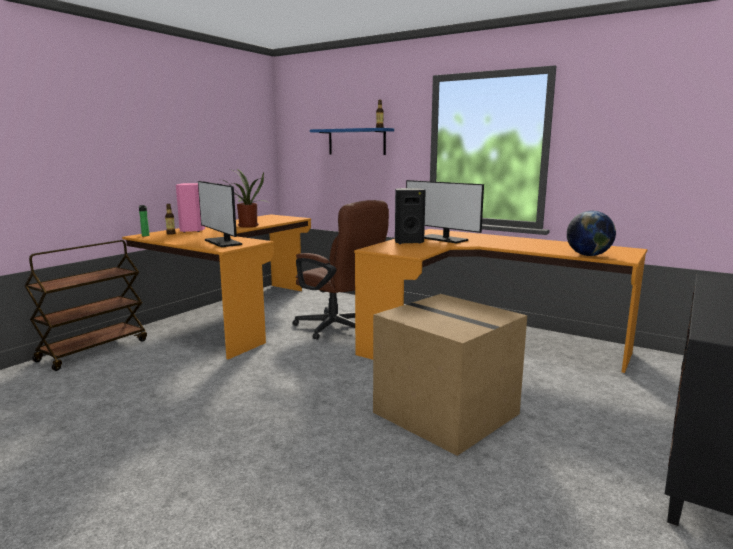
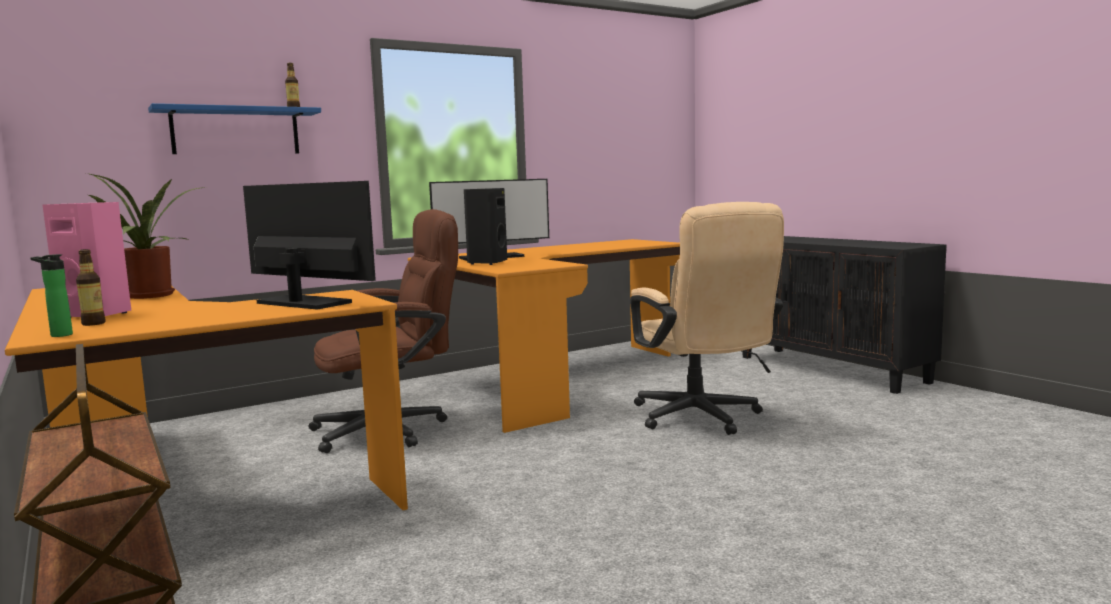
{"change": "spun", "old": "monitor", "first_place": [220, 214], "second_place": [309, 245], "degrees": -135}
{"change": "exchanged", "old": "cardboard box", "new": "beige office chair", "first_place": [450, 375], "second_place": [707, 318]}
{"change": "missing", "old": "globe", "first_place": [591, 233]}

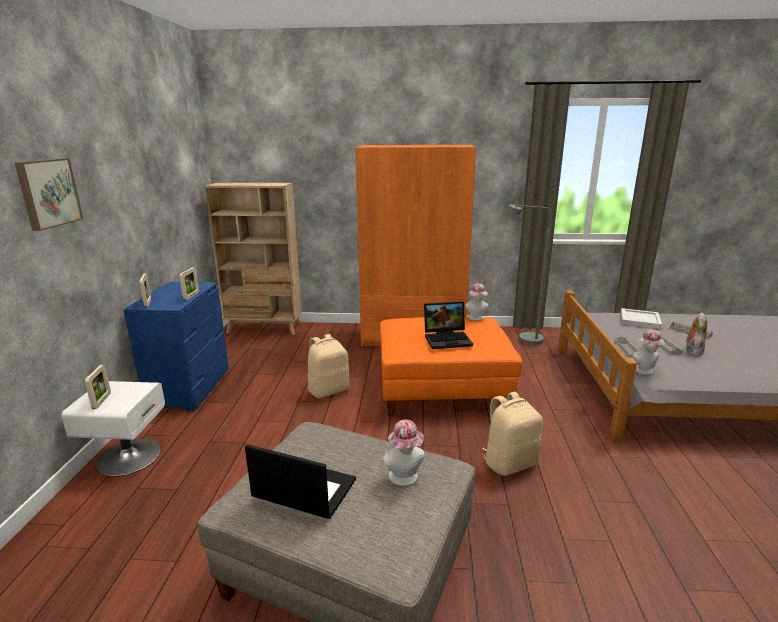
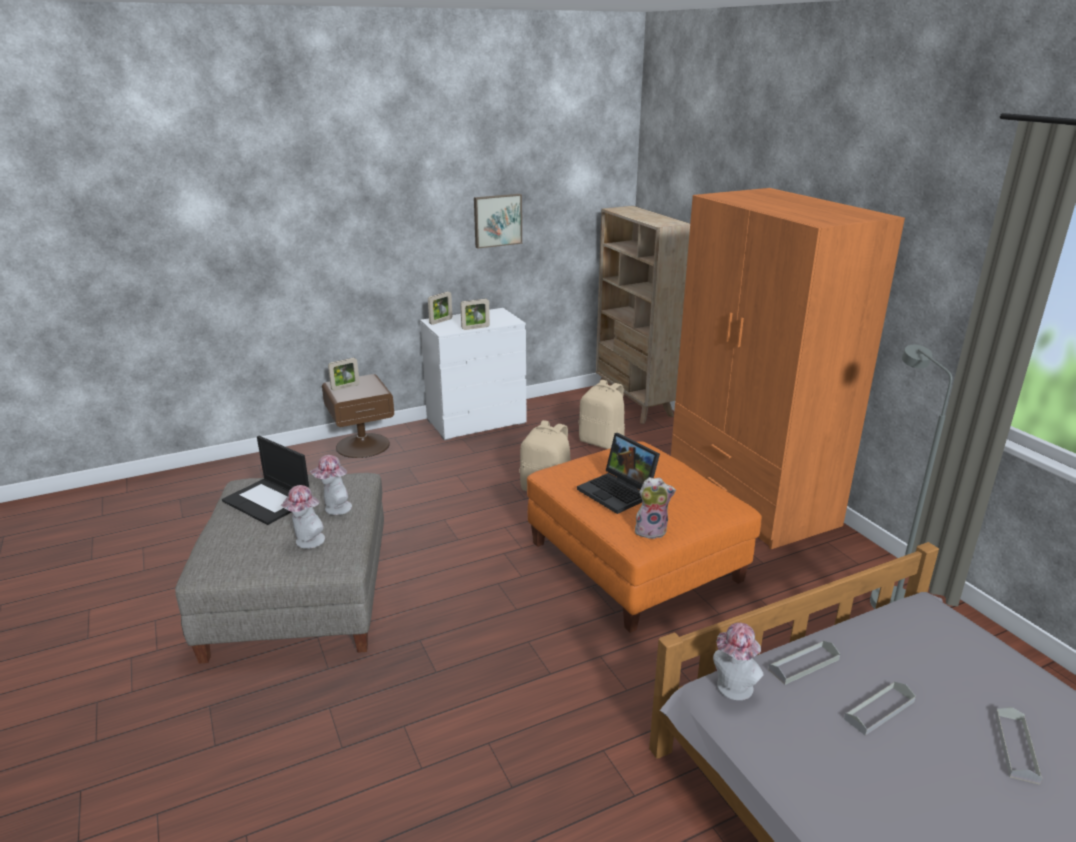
{"change": "spun", "old": "laptop", "first_place": [300, 481], "second_place": [265, 480], "degrees": 135}
{"change": "relocated", "old": "hat", "first_place": [476, 302], "second_place": [331, 485]}
{"change": "colour", "old": "white nightstand", "new": "brown nightstand", "first_place": [113, 429], "second_place": [358, 416]}
{"change": "colour", "old": "blue dresser", "new": "white dresser", "first_place": [176, 346], "second_place": [473, 374]}
{"change": "relocated", "old": "picture", "first_place": [49, 194], "second_place": [498, 221]}
{"change": "relocated", "old": "beige backpack", "first_place": [512, 434], "second_place": [602, 414]}
{"change": "relocated", "old": "plush toy", "first_place": [696, 334], "second_place": [655, 508]}
{"change": "missing", "old": "white tray", "first_place": [641, 318]}

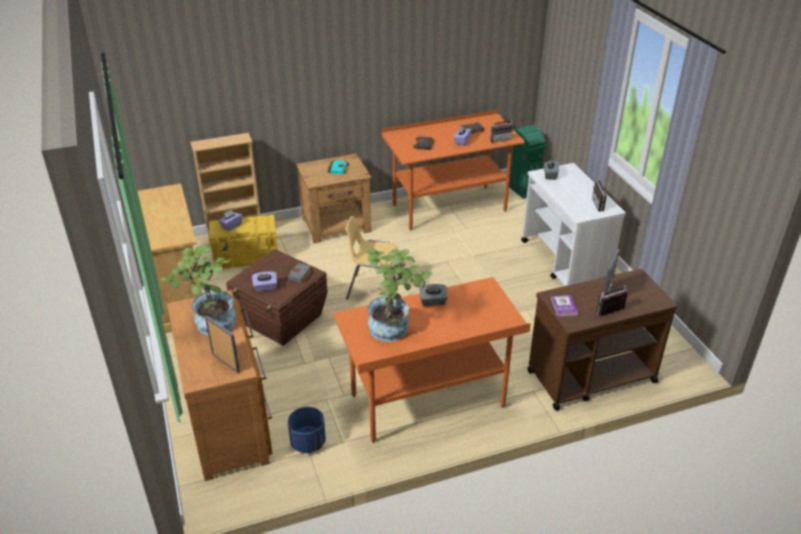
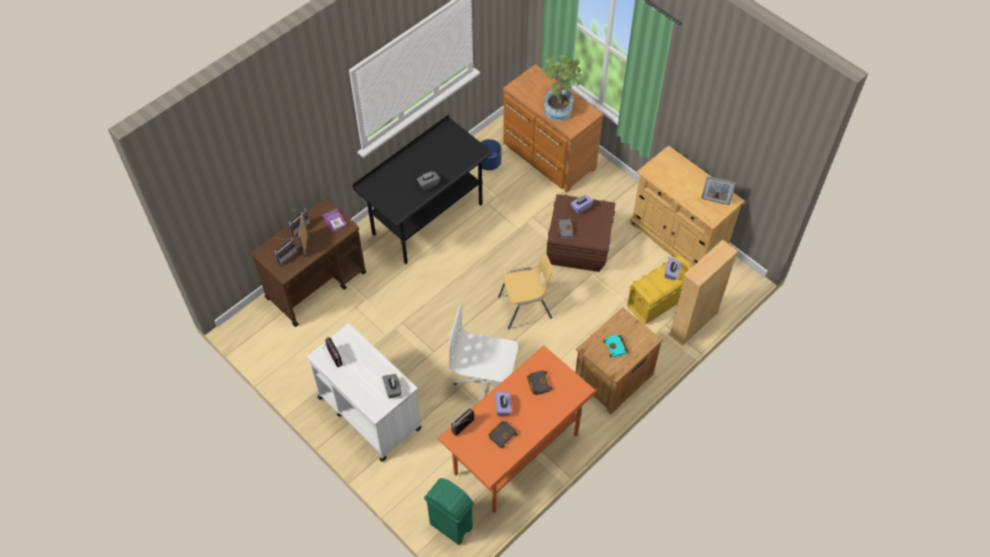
{"change": "appeared", "new": "radio", "second_place": [285, 251]}
{"change": "colour", "old": "orange desk", "new": "black desk", "first_place": [432, 360], "second_place": [422, 189]}
{"change": "appeared", "new": "white office chair", "second_place": [483, 354]}
{"change": "relocated", "old": "picture frame", "first_place": [222, 344], "second_place": [718, 190]}
{"change": "missing", "old": "potted plant", "first_place": [399, 295]}

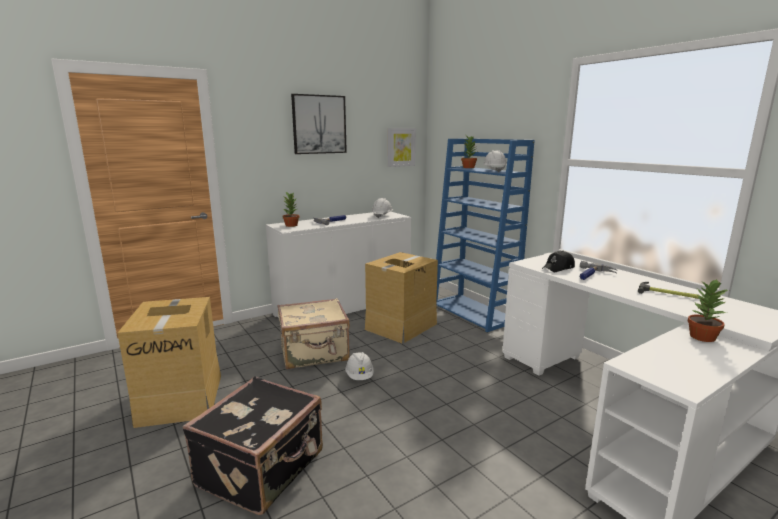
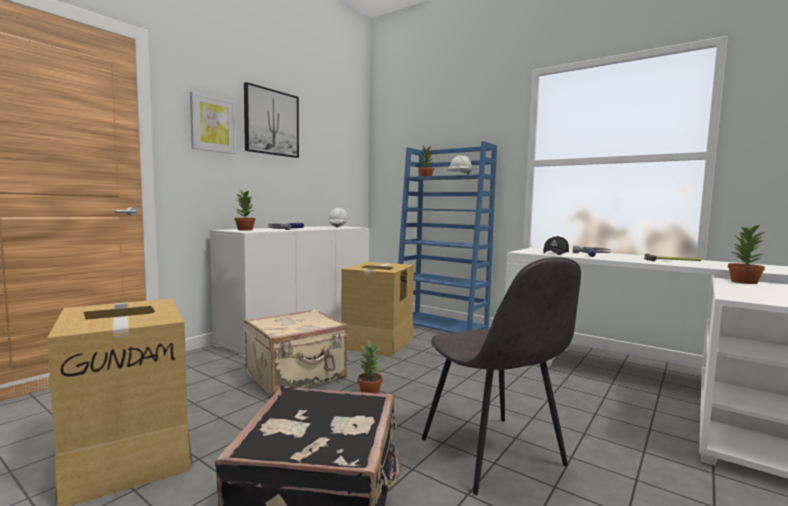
{"change": "relocated", "old": "picture", "first_place": [402, 147], "second_place": [213, 123]}
{"change": "exchanged", "old": "white hard hat", "new": "potted plant", "first_place": [359, 366], "second_place": [370, 366]}
{"change": "appeared", "new": "grey chair", "second_place": [501, 376]}

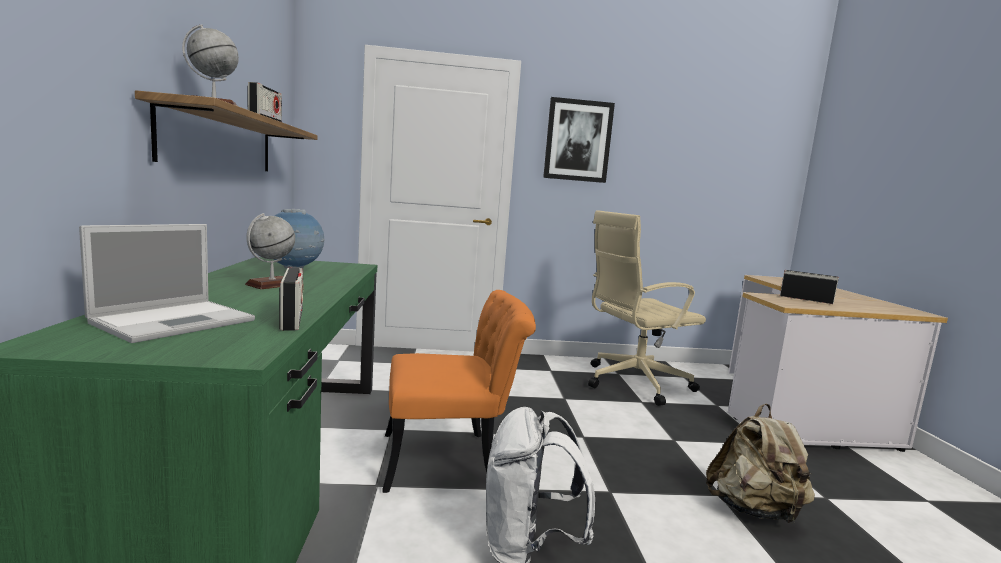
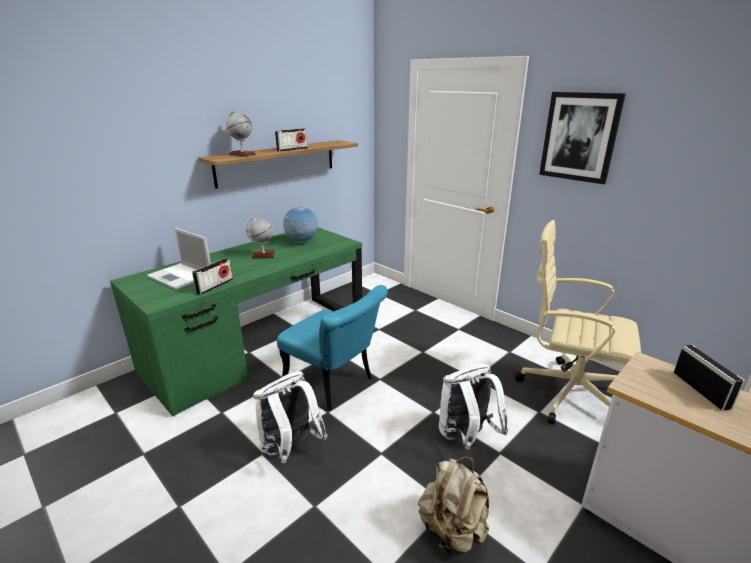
{"change": "spun", "old": "laptop", "first_place": [167, 283], "second_place": [179, 259], "degrees": 45}
{"change": "colour", "old": "orange chair", "new": "turquoise chair", "first_place": [459, 391], "second_place": [332, 347]}
{"change": "appeared", "new": "white backpack", "second_place": [473, 406]}

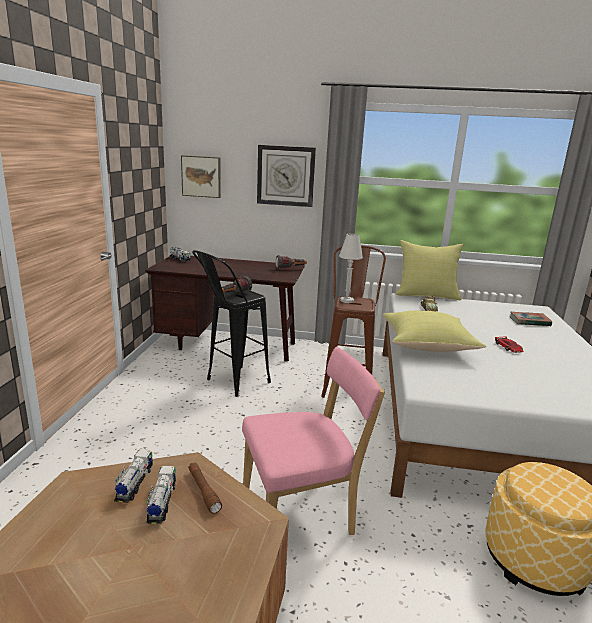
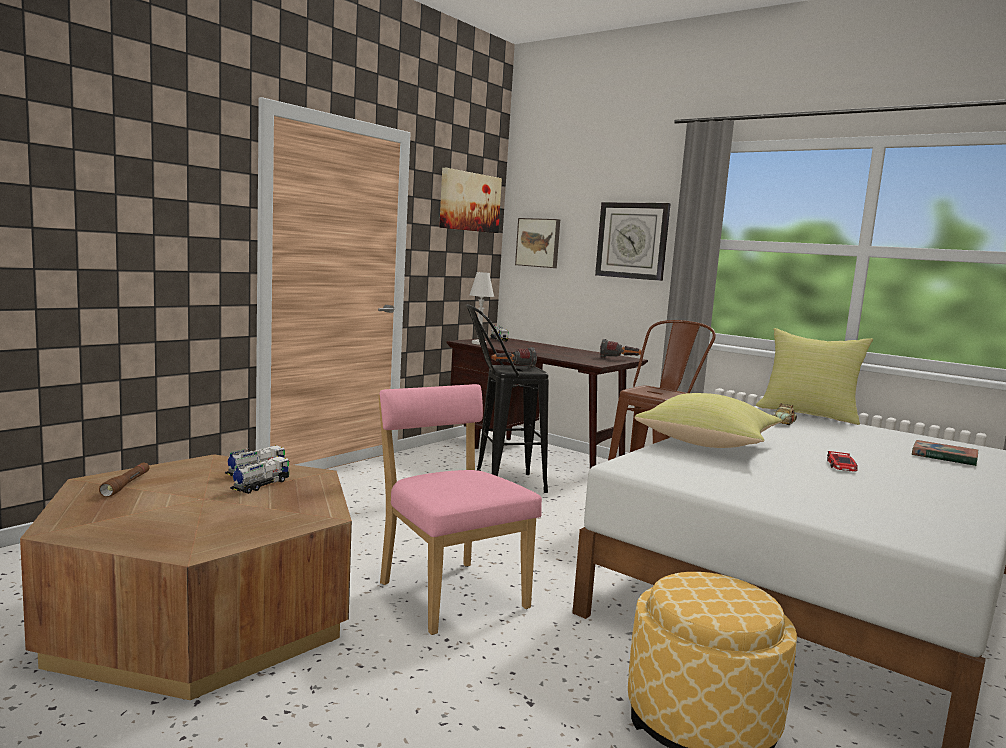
{"change": "relocated", "old": "brown flashlight", "first_place": [205, 488], "second_place": [124, 480]}
{"change": "spun", "old": "pink chair", "first_place": [313, 441], "second_place": [460, 509], "degrees": -135}
{"change": "appeared", "new": "picture", "second_place": [470, 200]}
{"change": "relocated", "old": "white table lamp", "first_place": [351, 268], "second_place": [481, 308]}

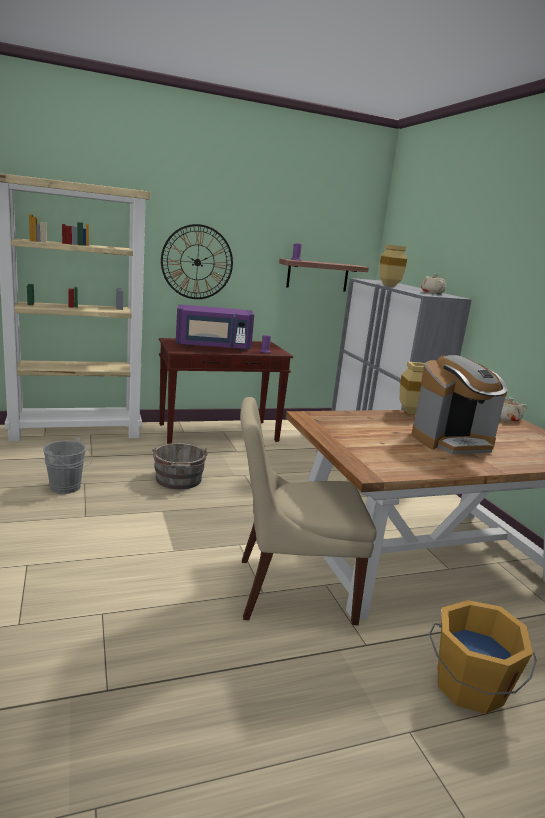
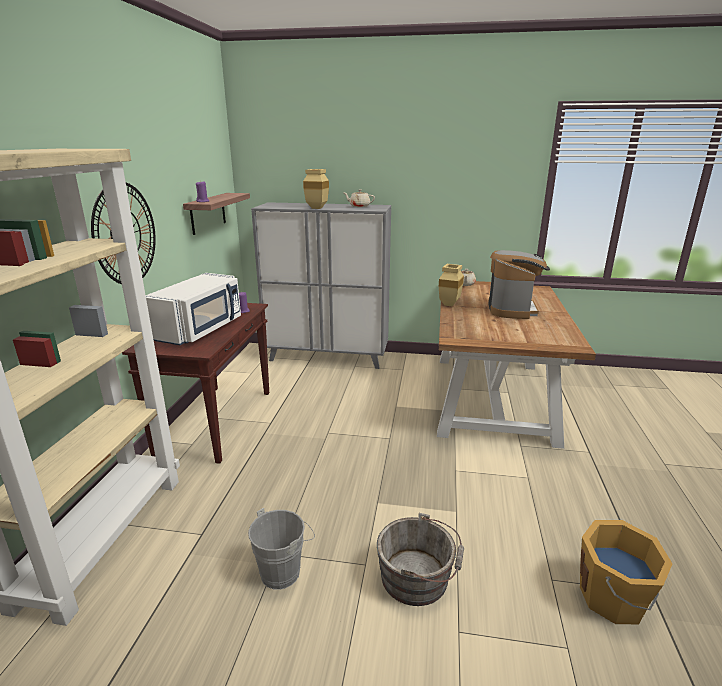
{"change": "colour", "old": "purple microwave", "new": "white microwave", "first_place": [215, 327], "second_place": [193, 309]}
{"change": "relocated", "old": "grey bucket", "first_place": [180, 466], "second_place": [420, 559]}
{"change": "relocated", "old": "orange bucket", "first_place": [483, 657], "second_place": [626, 572]}
{"change": "missing", "old": "beige chair", "first_place": [308, 511]}

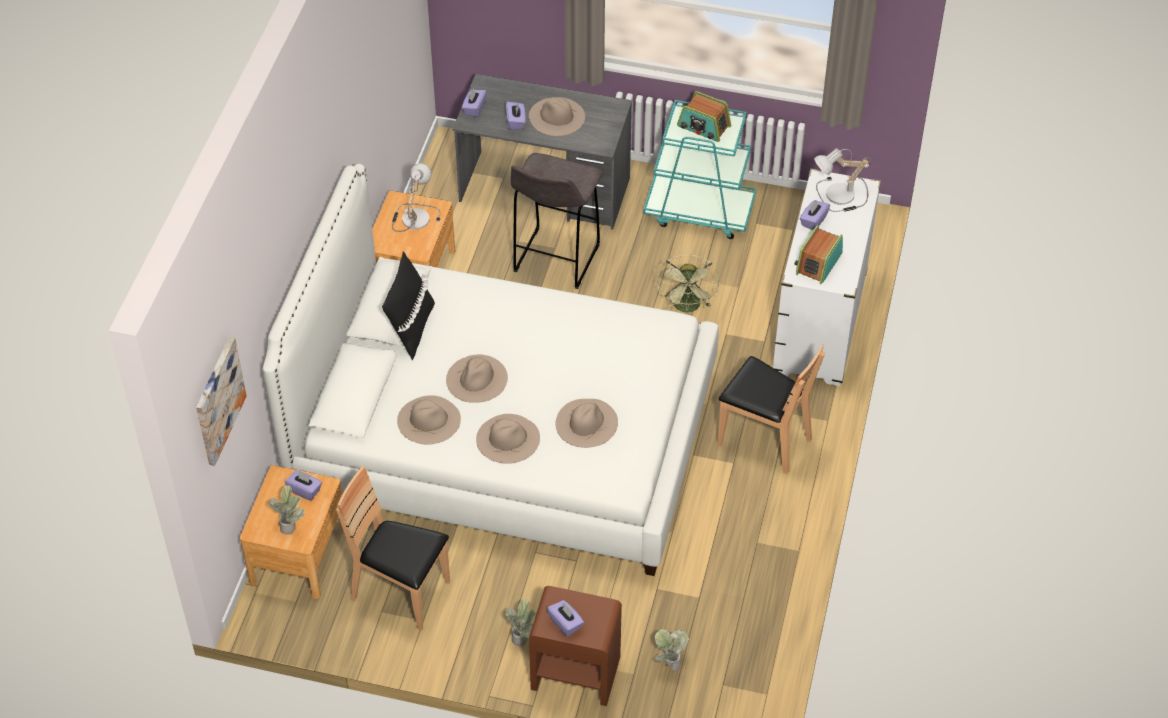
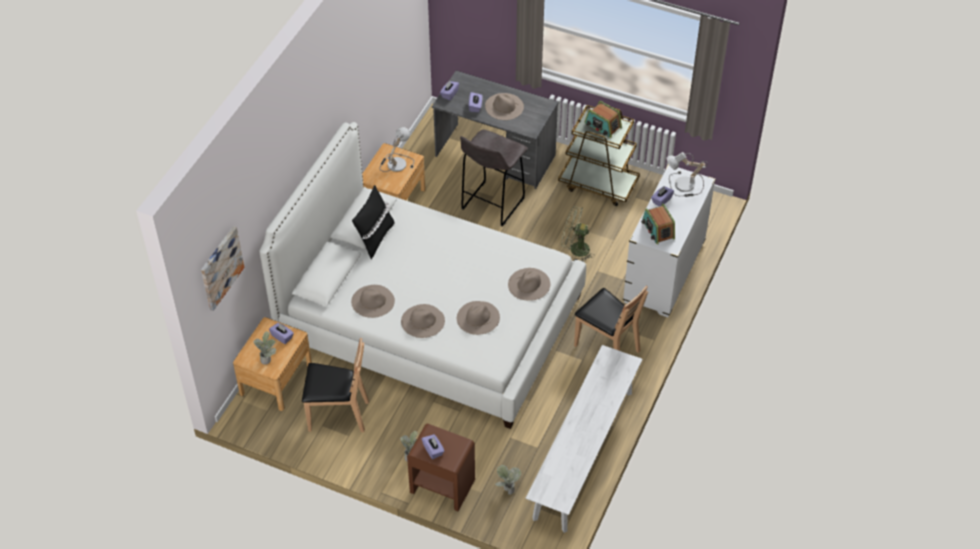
{"change": "spun", "old": "brown chair", "first_place": [393, 548], "second_place": [335, 385], "degrees": 150}
{"change": "relocated", "old": "beige hat", "first_place": [477, 379], "second_place": [529, 284]}
{"change": "appeared", "new": "white bench", "second_place": [584, 439]}
{"change": "colour", "old": "turquoise cart", "new": "brown cart", "first_place": [700, 169], "second_place": [599, 155]}
{"change": "spun", "old": "green fan", "first_place": [688, 283], "second_place": [578, 234], "degrees": 90}
{"change": "spun", "old": "radio", "first_place": [819, 254], "second_place": [658, 224], "degrees": -60}

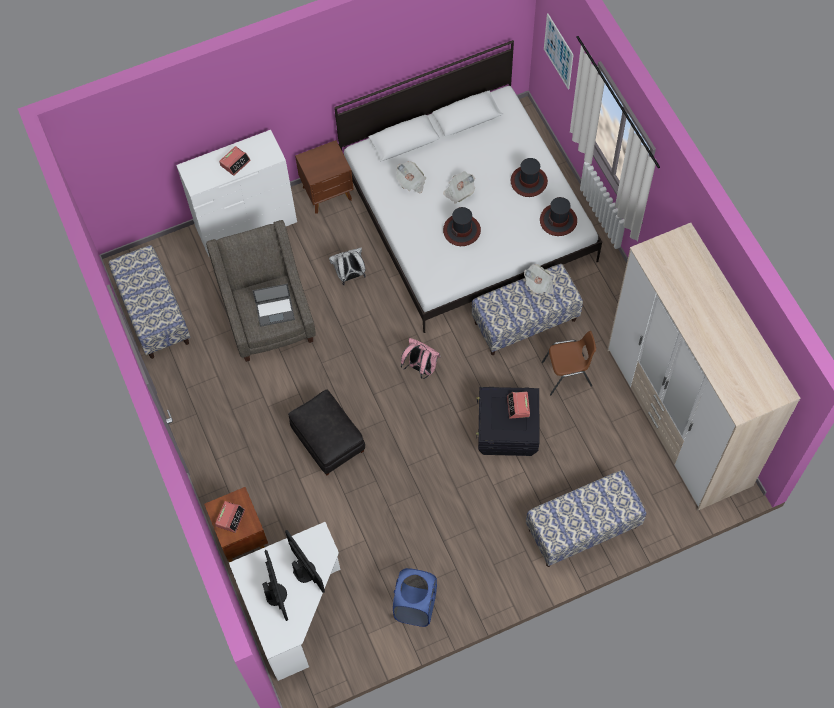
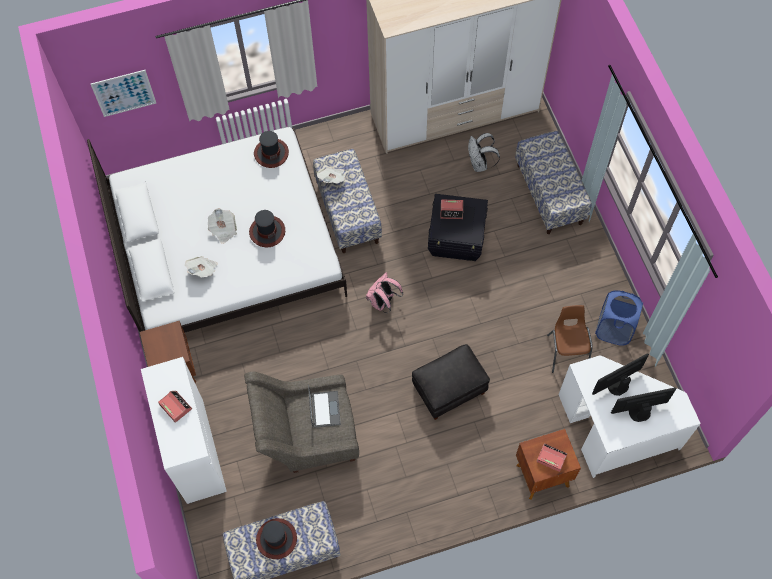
{"change": "relocated", "old": "hat", "first_place": [529, 177], "second_place": [276, 538]}
{"change": "relocated", "old": "white backpack", "first_place": [347, 266], "second_place": [484, 152]}
{"change": "relocated", "old": "brown chair", "first_place": [569, 363], "second_place": [570, 339]}

